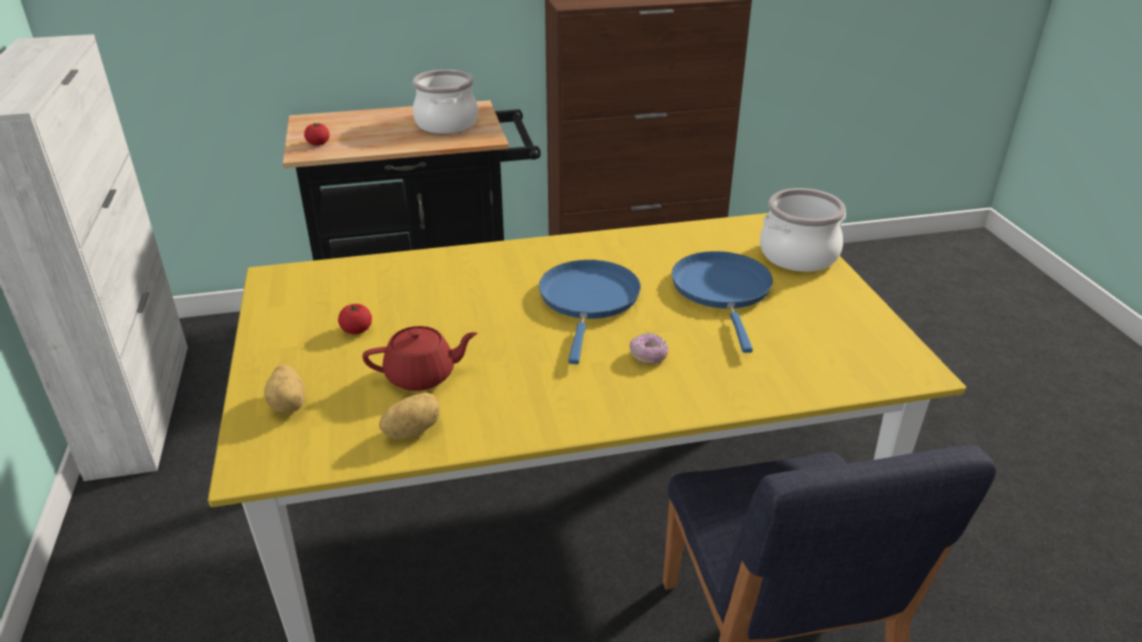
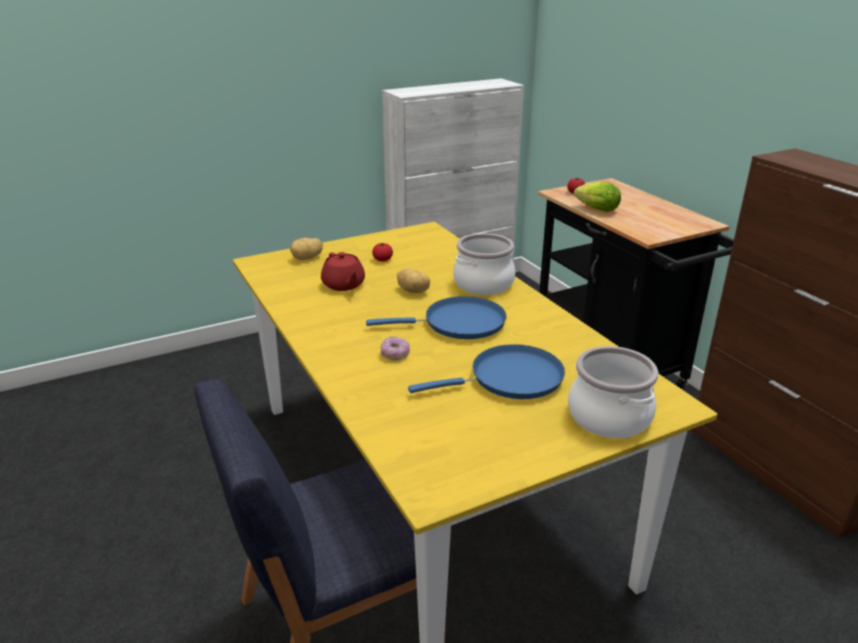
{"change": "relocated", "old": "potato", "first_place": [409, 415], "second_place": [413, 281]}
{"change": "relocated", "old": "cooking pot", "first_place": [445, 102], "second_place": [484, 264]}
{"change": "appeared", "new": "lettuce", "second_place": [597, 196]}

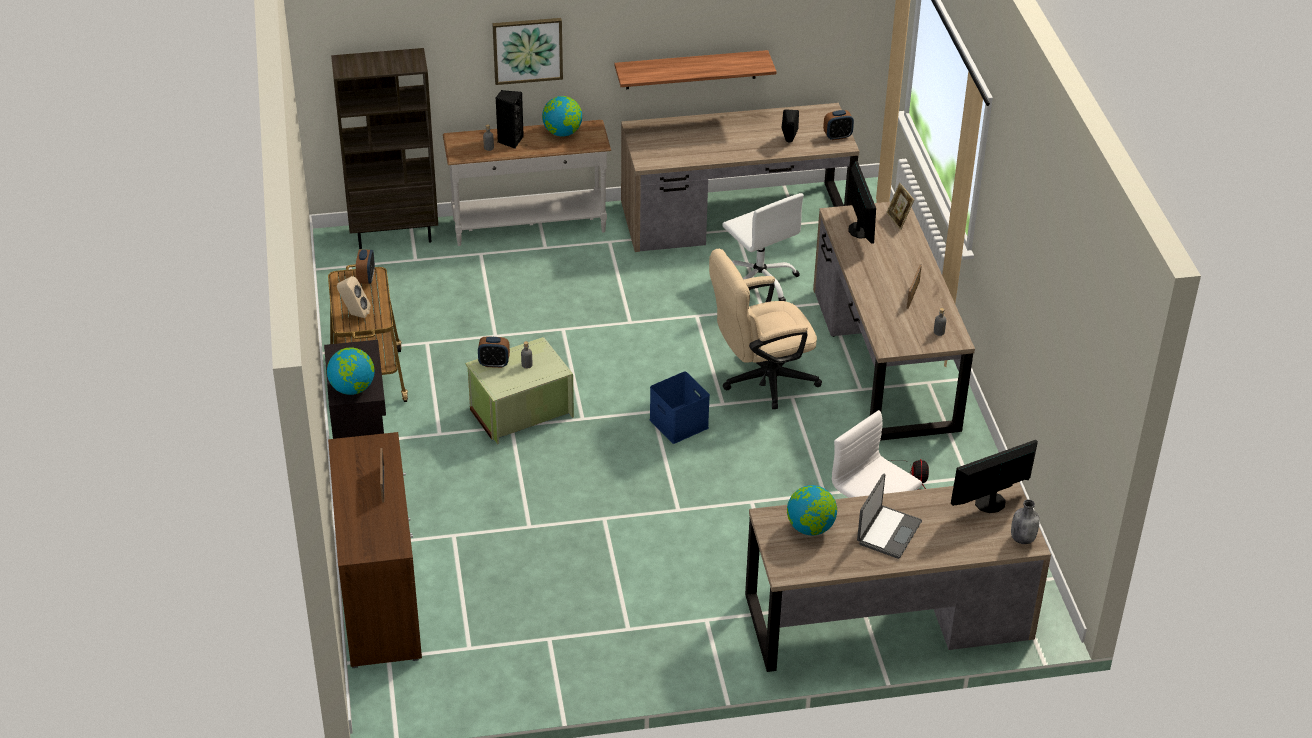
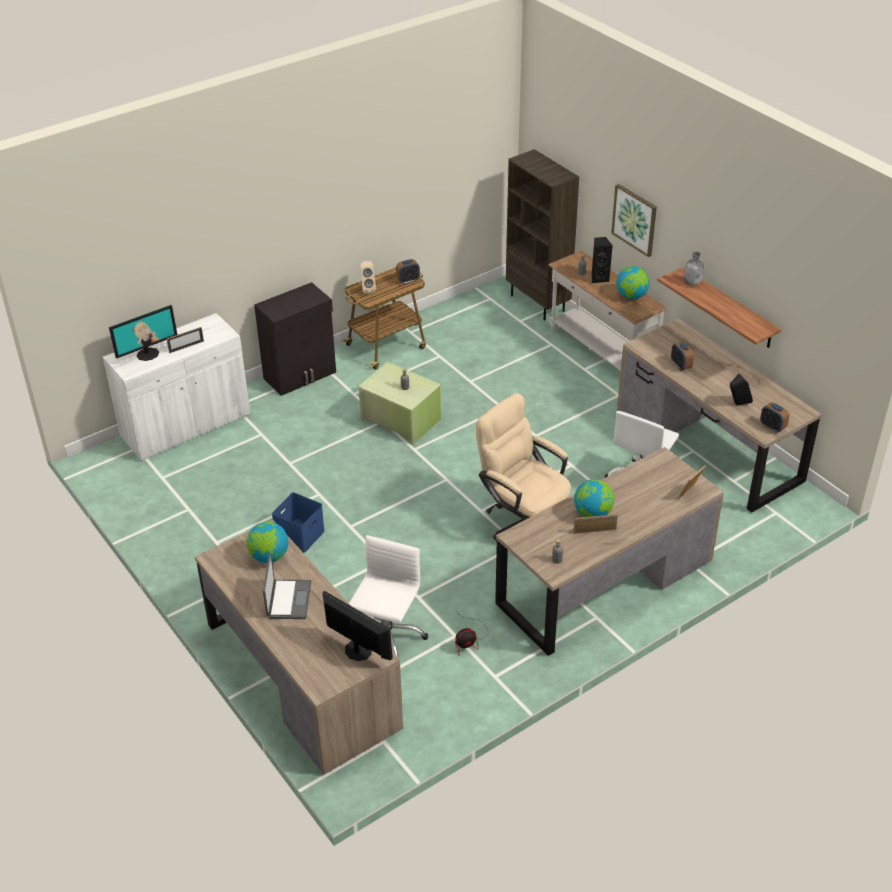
{"change": "colour", "old": "brown cabinet", "new": "white cabinet", "first_place": [375, 550], "second_place": [176, 387]}
{"change": "relocated", "old": "monitor", "first_place": [862, 202], "second_place": [143, 333]}
{"change": "spun", "old": "laptop", "first_place": [889, 516], "second_place": [287, 586], "degrees": -90}
{"change": "relocated", "old": "blue storage box", "first_place": [679, 407], "second_place": [298, 522]}
{"change": "relocated", "old": "globe", "first_place": [350, 371], "second_place": [594, 498]}
{"change": "relocated", "old": "alarm clock", "first_place": [494, 352], "second_place": [682, 356]}
{"change": "relocated", "old": "grey bottle", "first_place": [1025, 521], "second_place": [694, 269]}

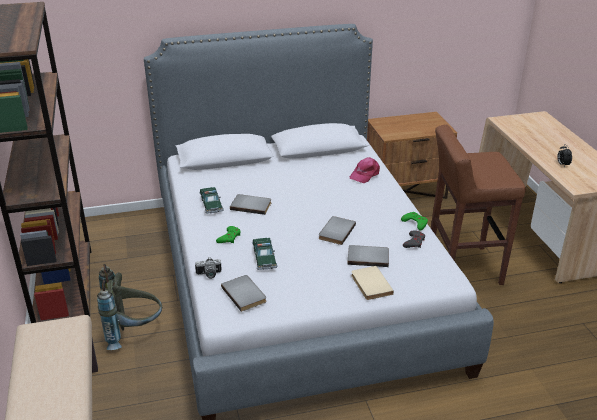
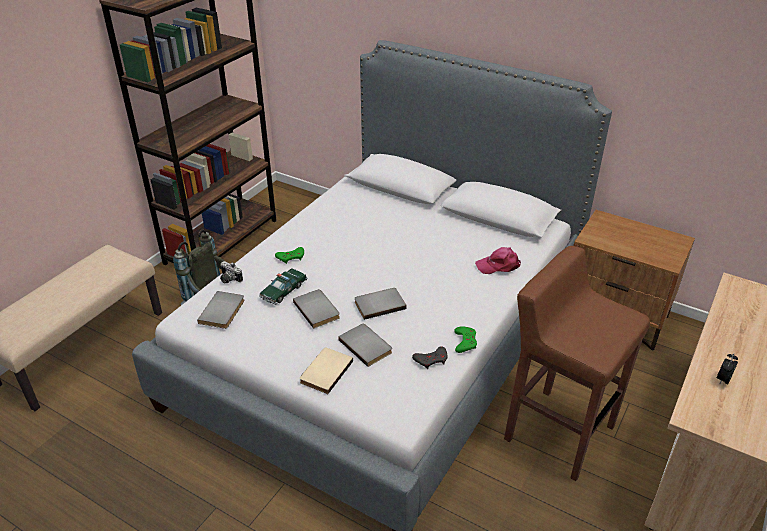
{"change": "relocated", "old": "grey book", "first_place": [250, 204], "second_place": [316, 309]}
{"change": "missing", "old": "toy car", "first_place": [211, 200]}

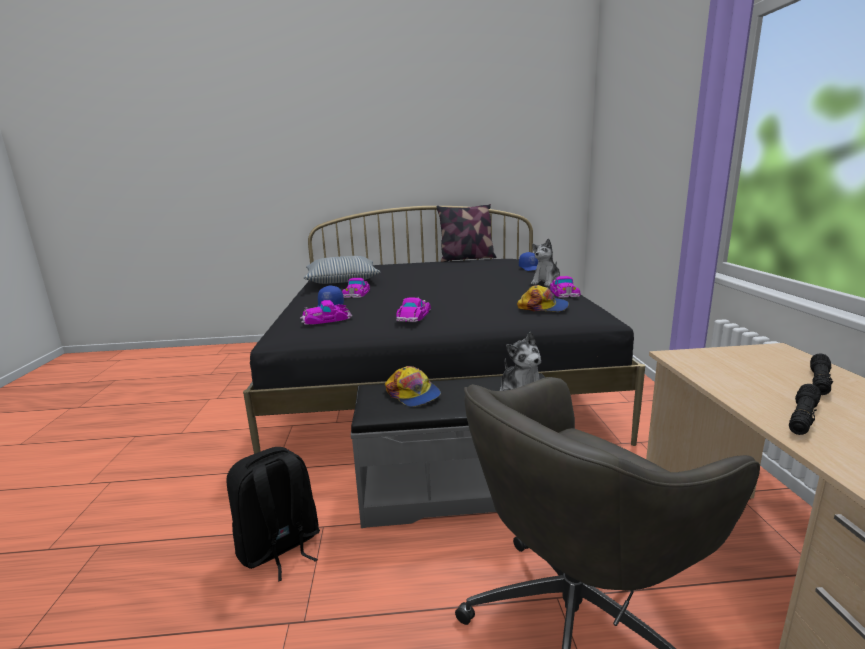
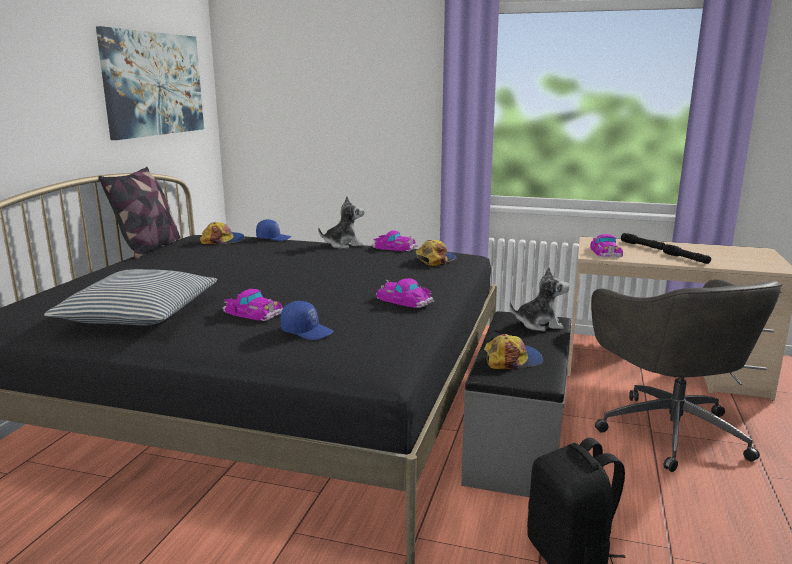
{"change": "appeared", "new": "picture", "second_place": [150, 83]}
{"change": "appeared", "new": "cap", "second_place": [222, 233]}
{"change": "spun", "old": "plush toy", "first_place": [545, 262], "second_place": [341, 222], "degrees": -75}
{"change": "relocated", "old": "toy car", "first_place": [326, 312], "second_place": [606, 245]}

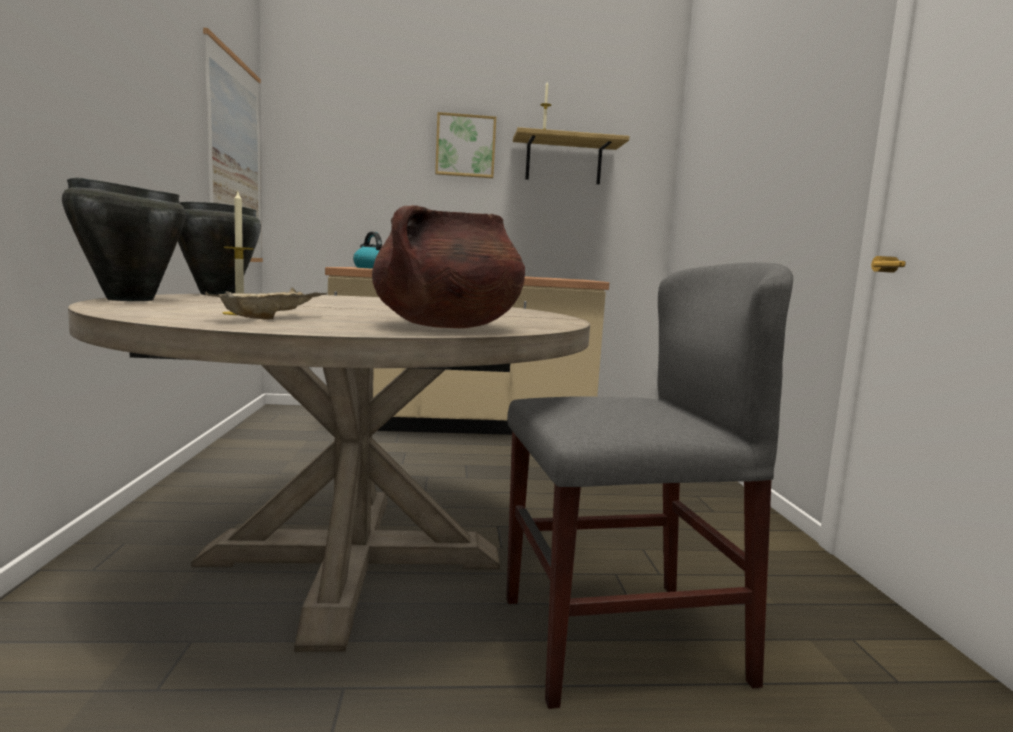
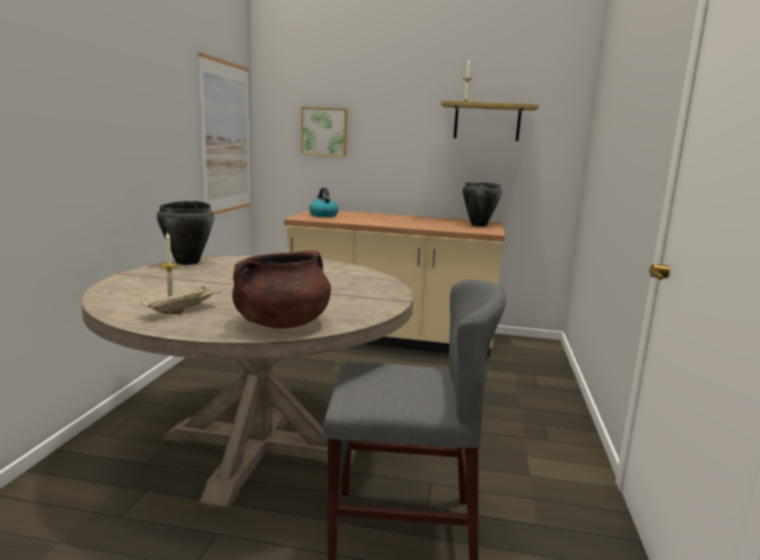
{"change": "relocated", "old": "picture", "first_place": [465, 145], "second_place": [324, 132]}
{"change": "relocated", "old": "black cooking pot", "first_place": [124, 239], "second_place": [482, 204]}

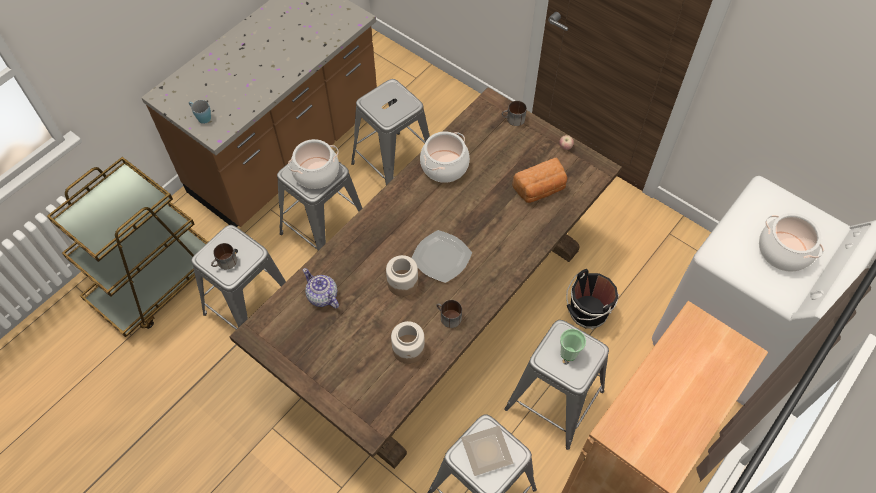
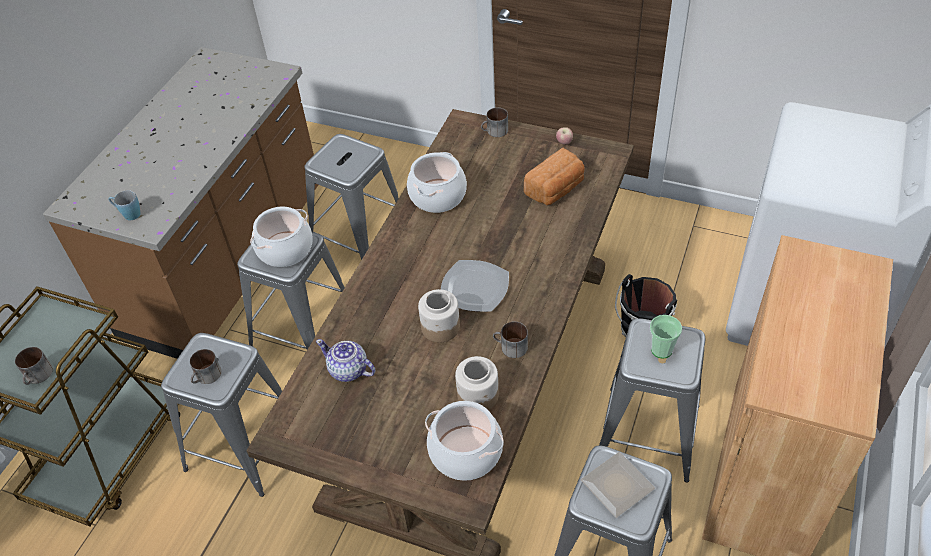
{"change": "appeared", "new": "mug", "second_place": [34, 366]}
{"change": "relocated", "old": "cooking pot", "first_place": [791, 242], "second_place": [464, 441]}

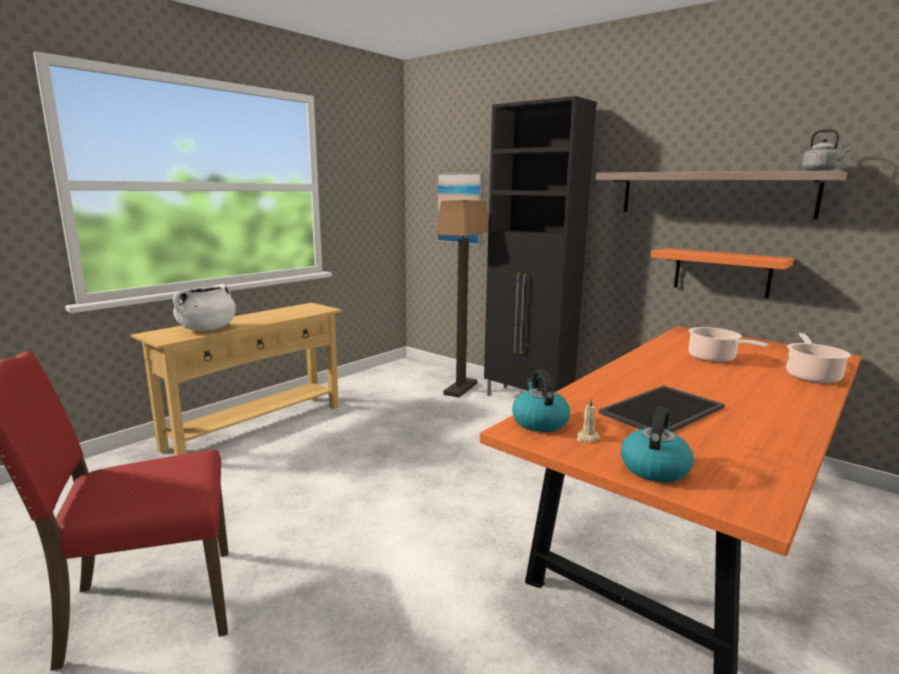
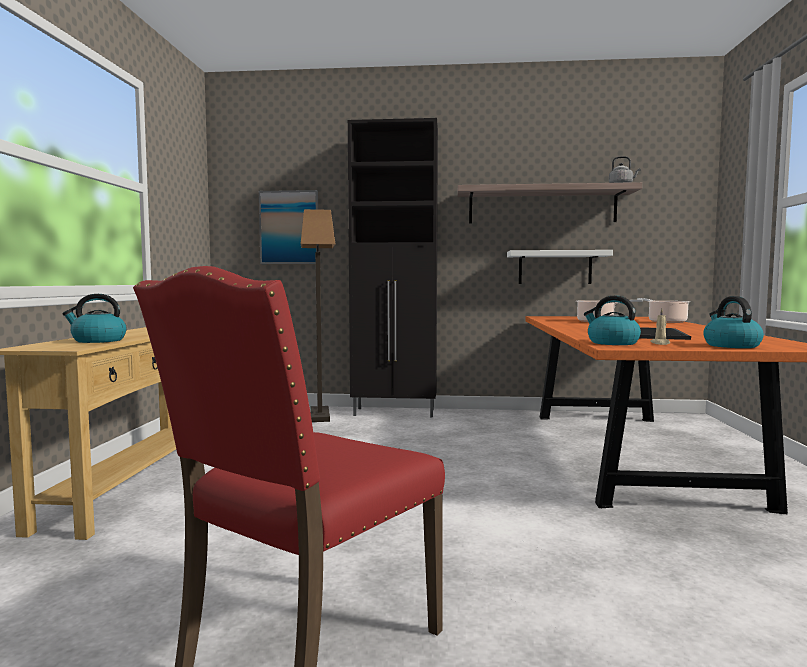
{"change": "exchanged", "old": "white cooking pot", "new": "kettle", "first_place": [204, 307], "second_place": [95, 318]}
{"change": "colour", "old": "orange shelf", "new": "white shelf", "first_place": [722, 273], "second_place": [560, 267]}

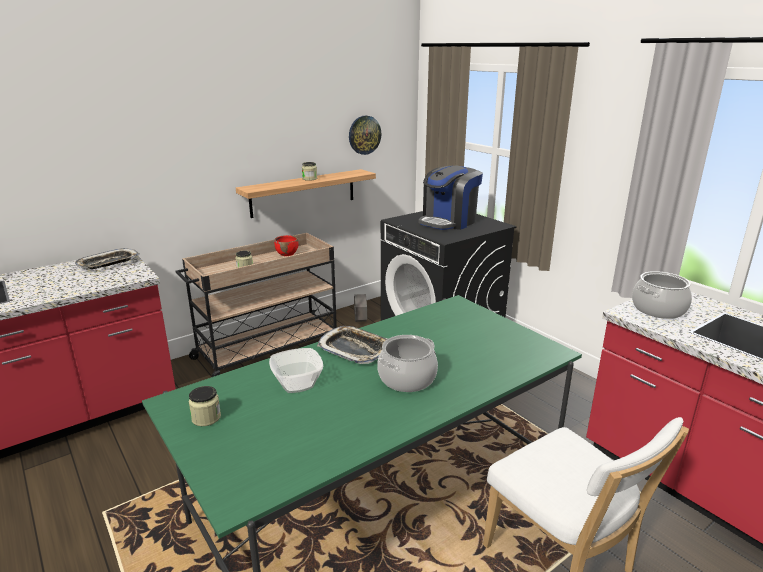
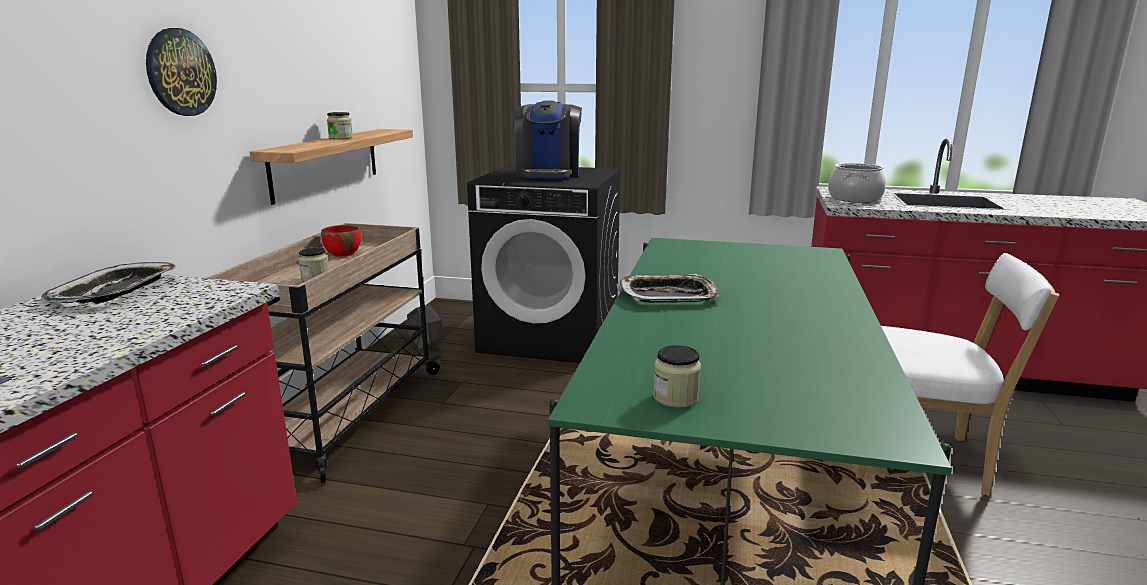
{"change": "relocated", "old": "wall clock", "first_place": [365, 135], "second_place": [181, 72]}
{"change": "missing", "old": "bowl", "first_place": [296, 370]}
{"change": "missing", "old": "cooking pot", "first_place": [407, 363]}

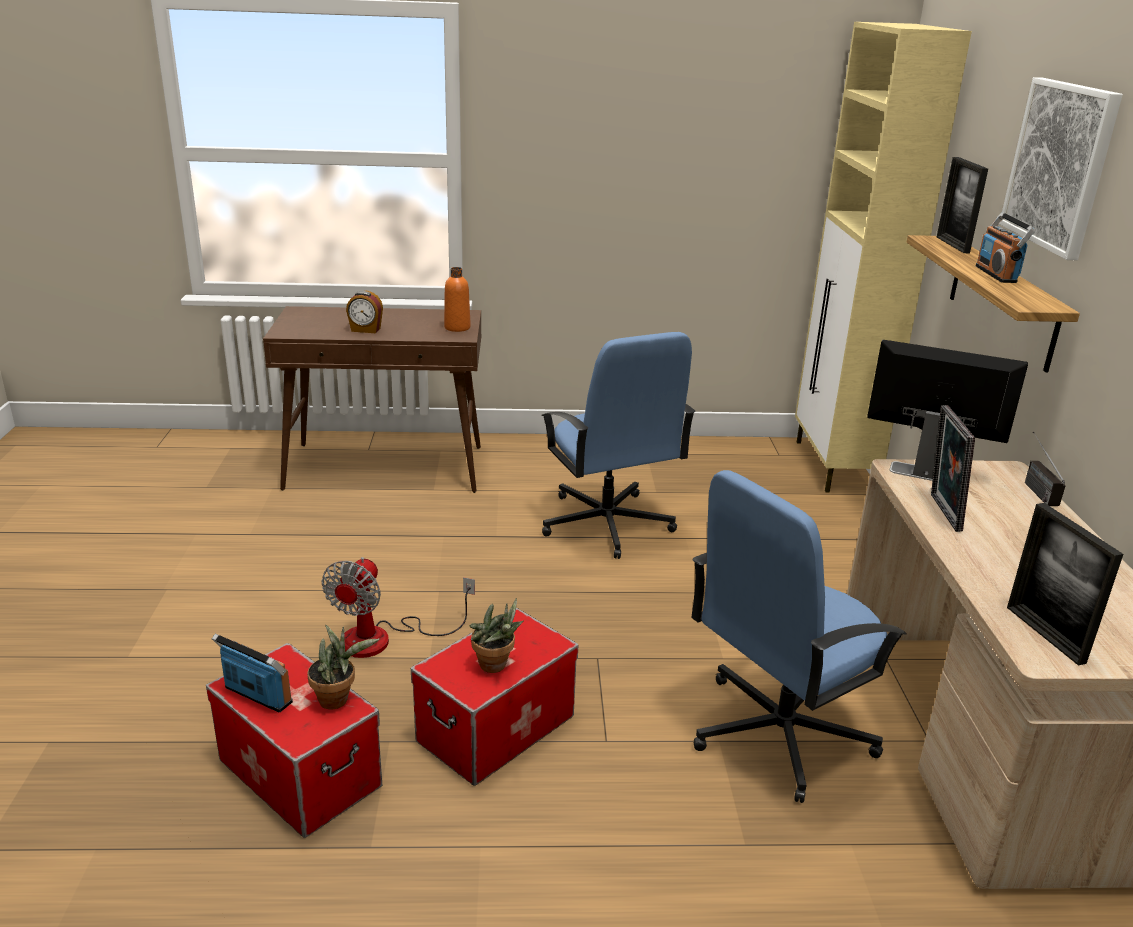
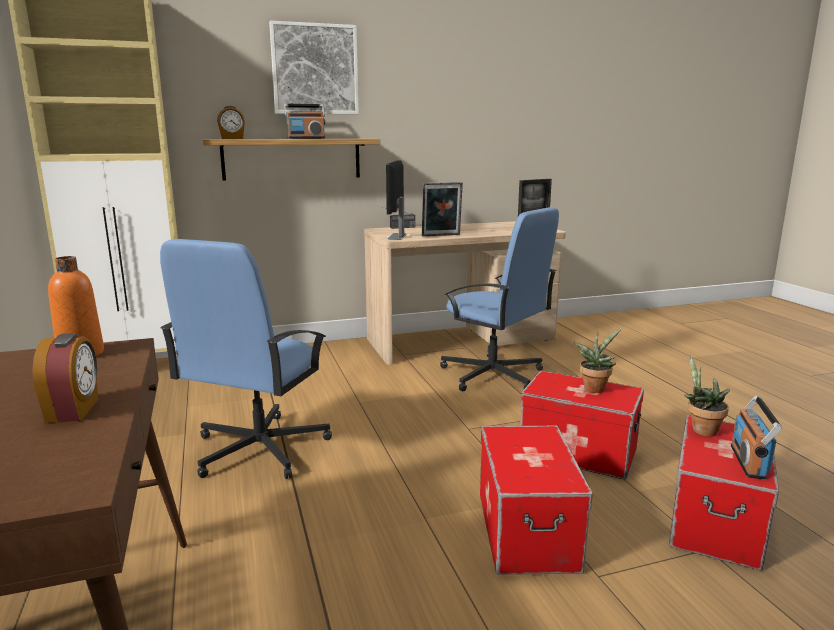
{"change": "spun", "old": "blue office chair", "first_place": [618, 445], "second_place": [246, 359], "degrees": 150}
{"change": "exchanged", "old": "picture frame", "new": "alarm clock", "first_place": [962, 205], "second_place": [231, 122]}
{"change": "exchanged", "old": "fan", "new": "storage box", "first_place": [398, 607], "second_place": [536, 500]}

